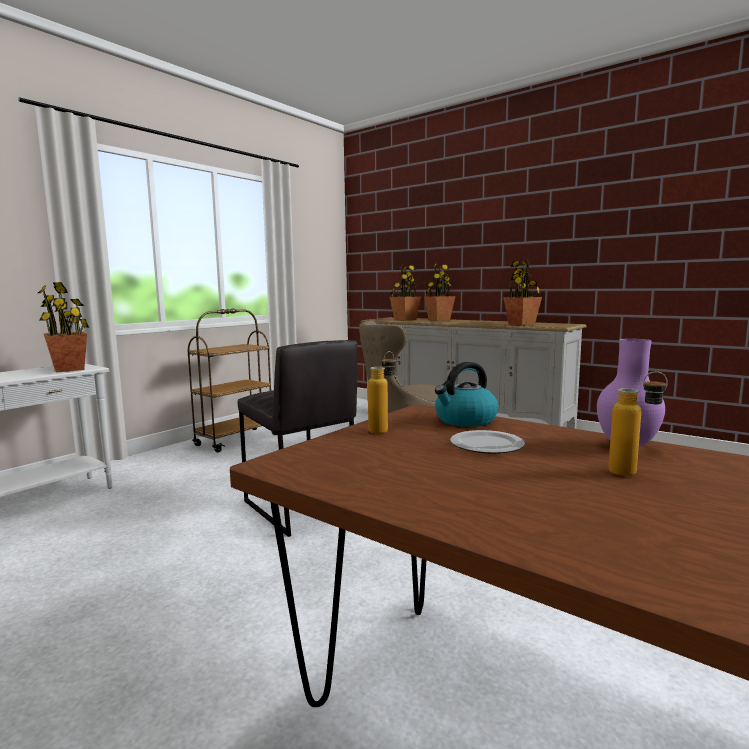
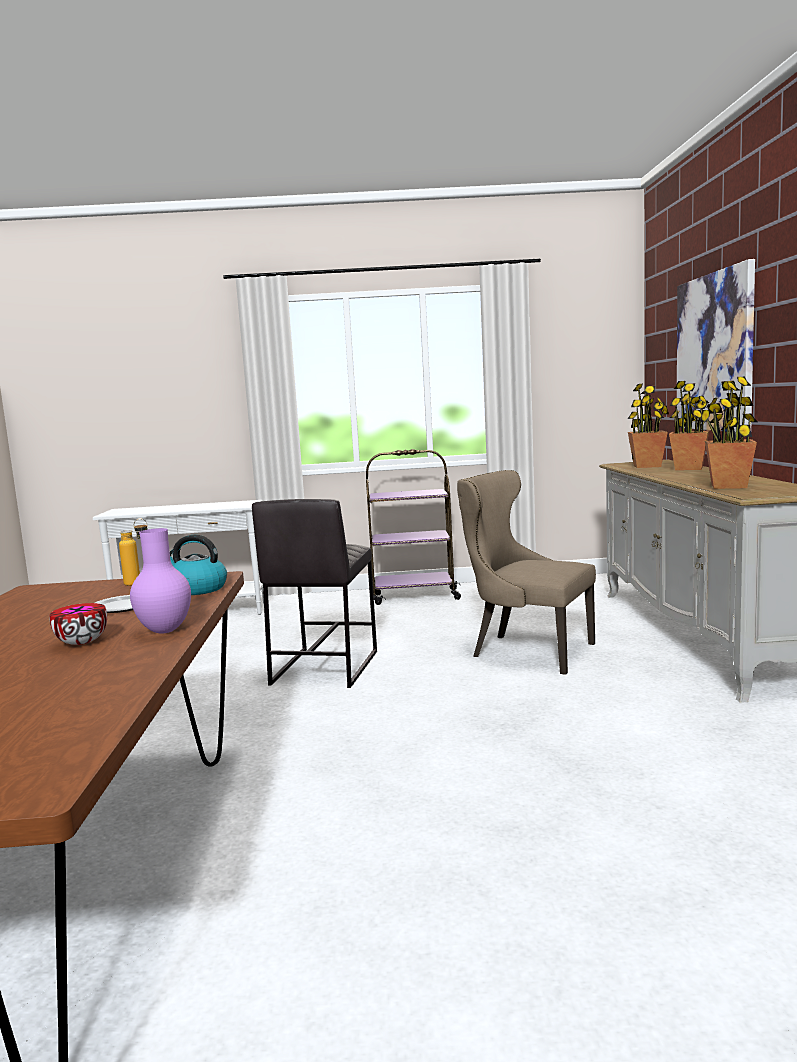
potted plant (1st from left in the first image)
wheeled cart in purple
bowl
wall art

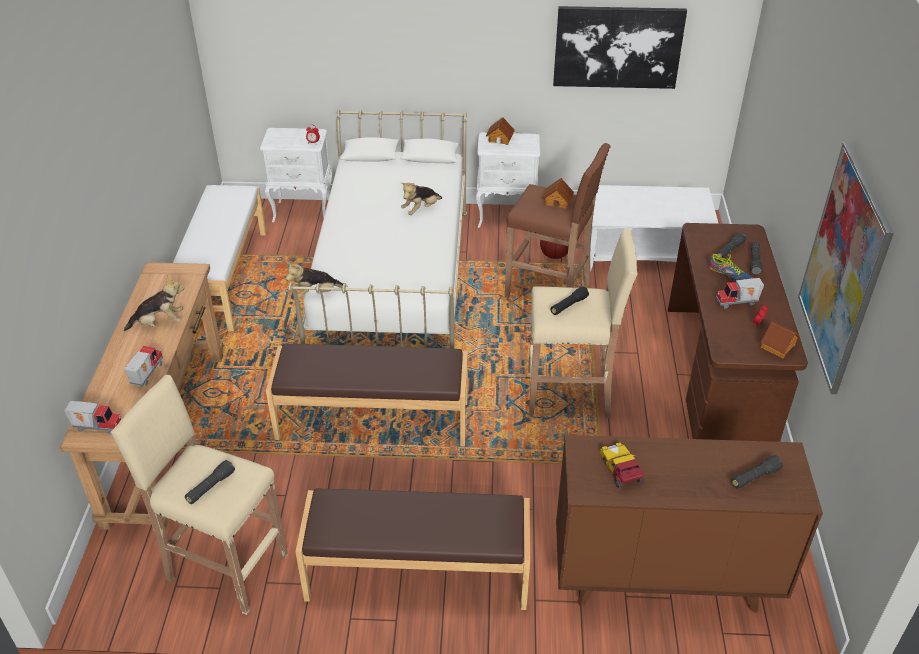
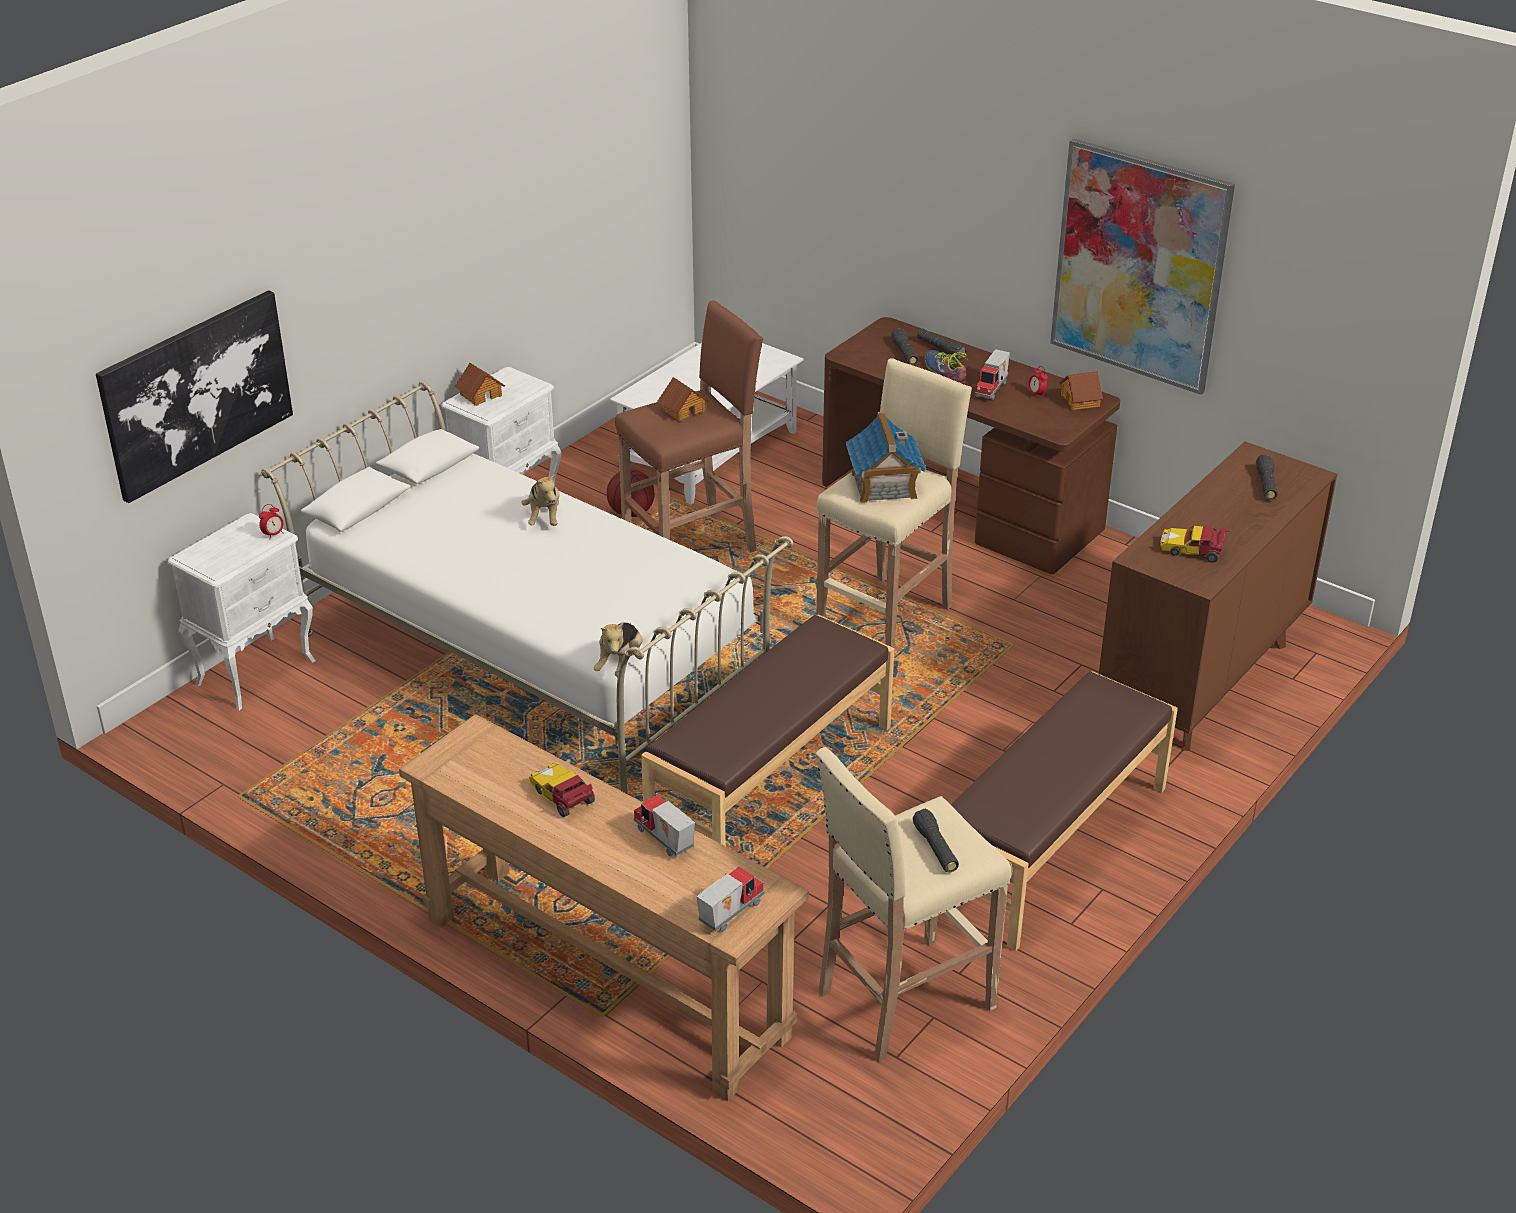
wall art (1st from left)
bench in whitish
item of footwear
model car (1st from left)
model house (3rd from left)

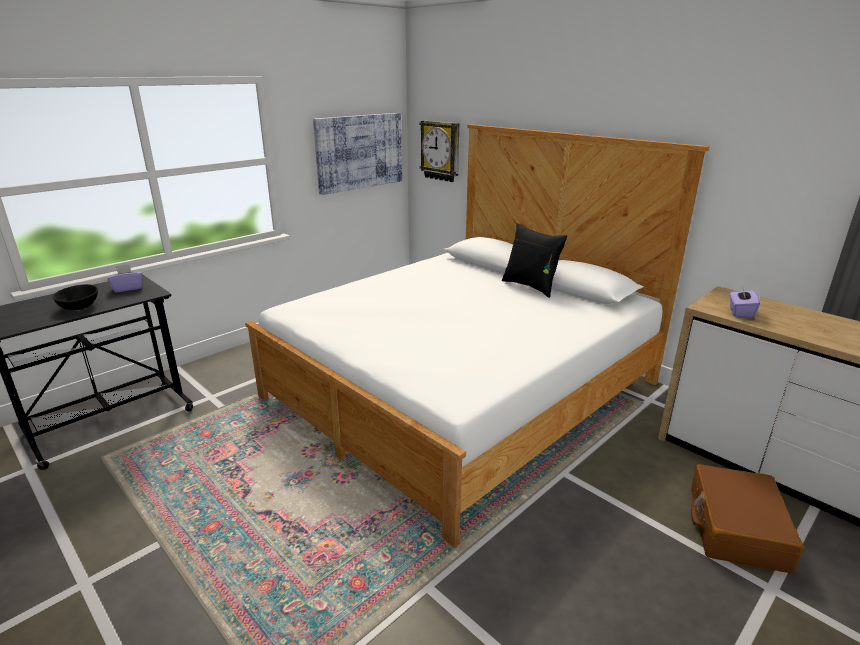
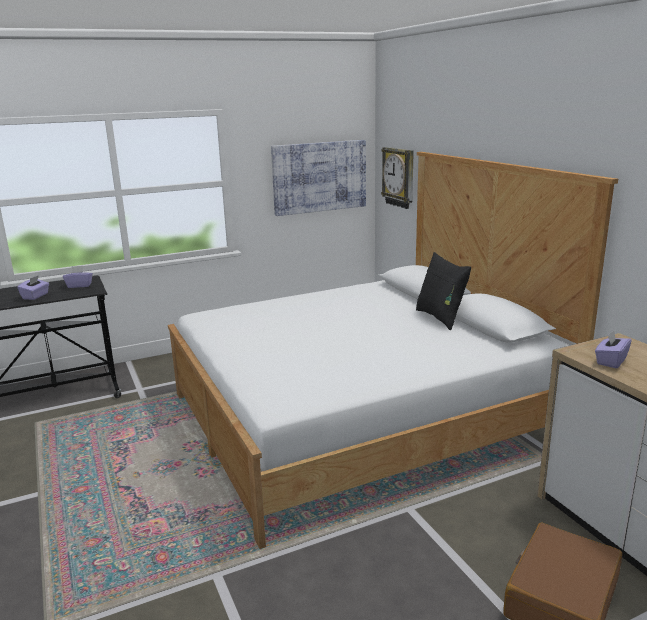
tissue box in purple (1st from left)

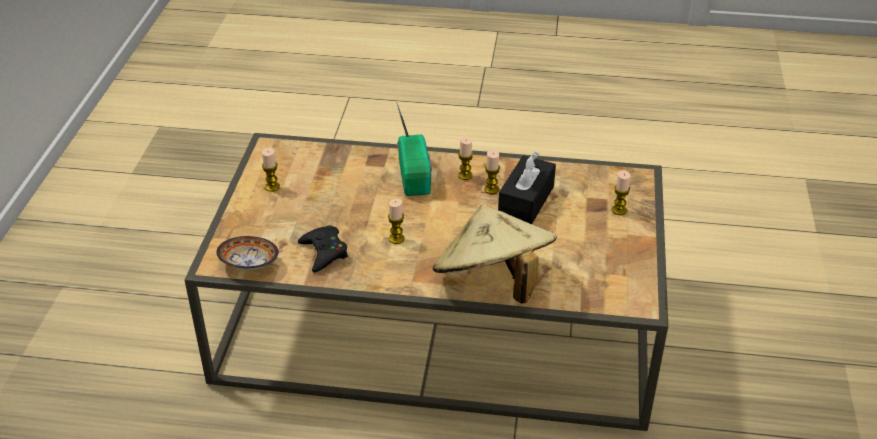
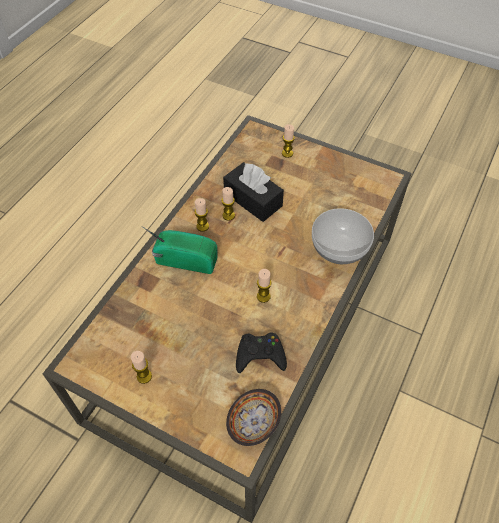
bowl (2nd from left)

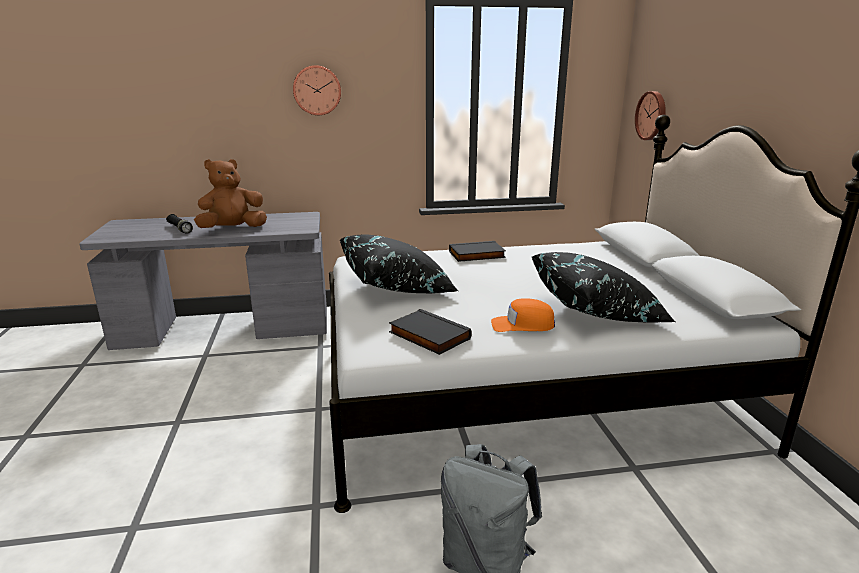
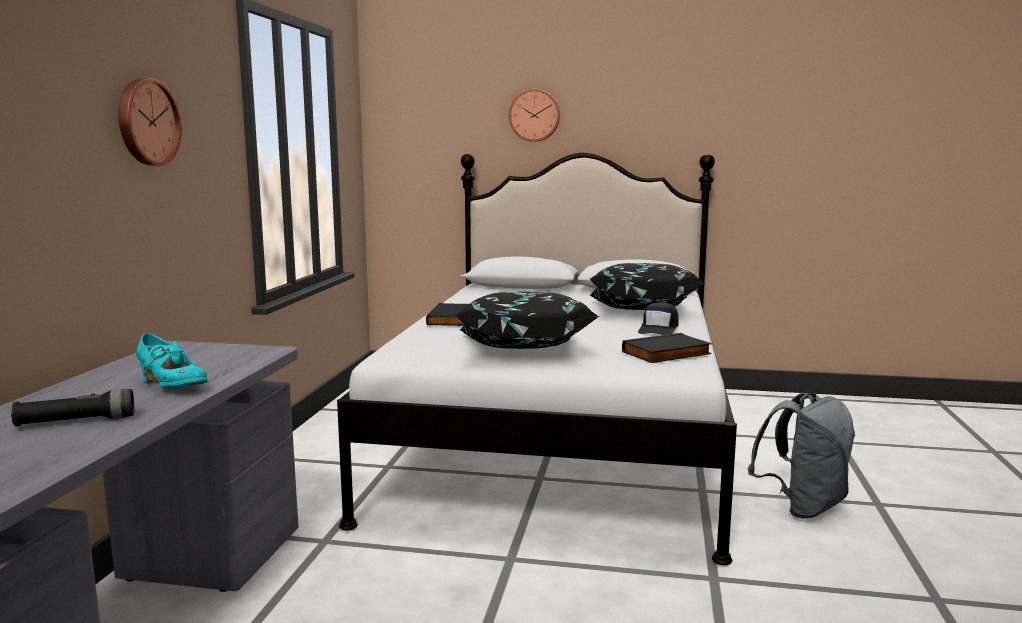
hanging clock (2nd from left)
item of footwear in blue-green
baseball cap in black

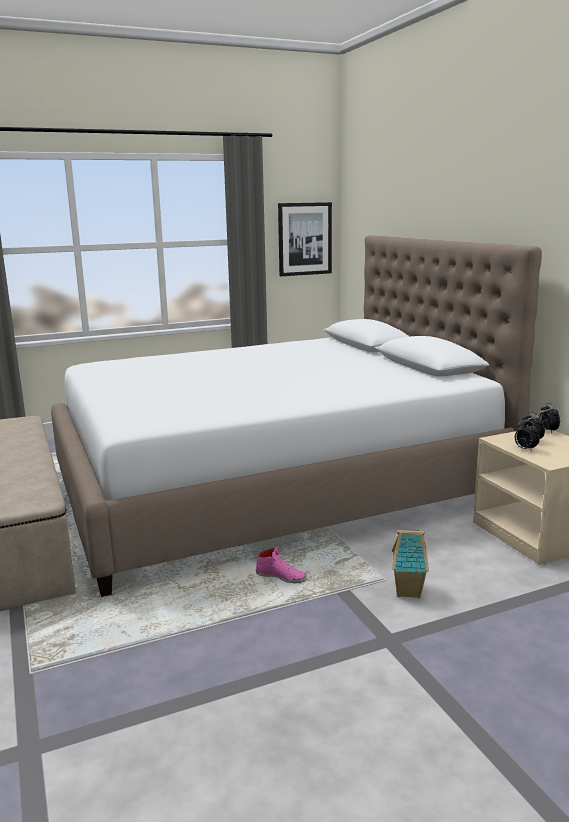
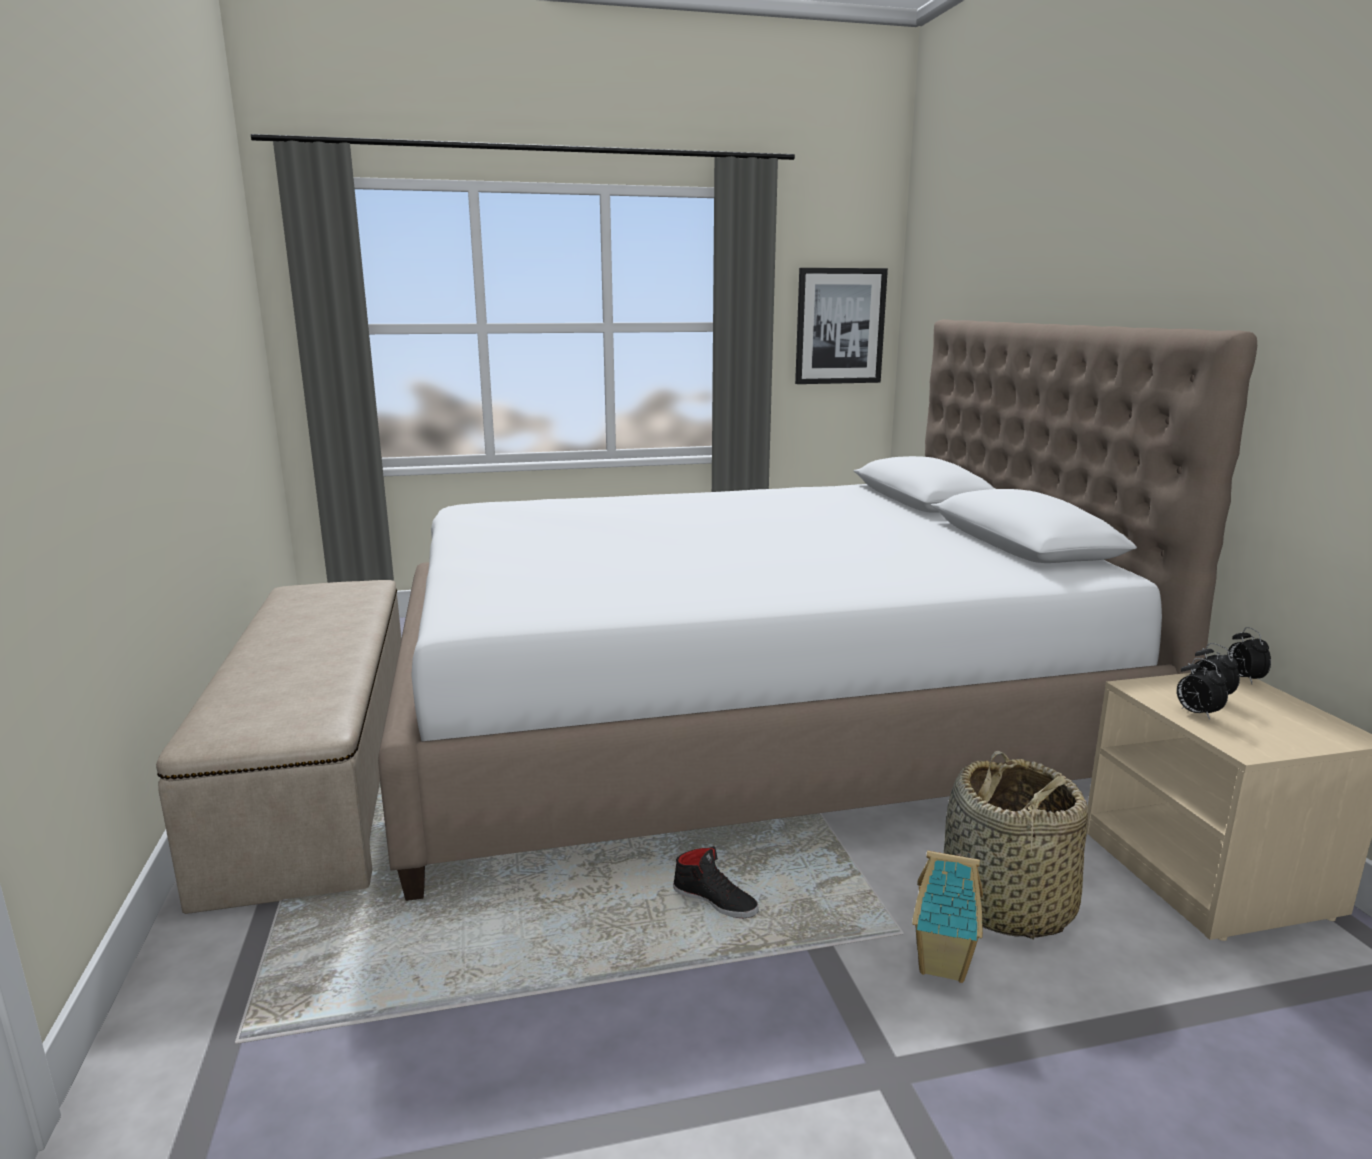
item of footwear in black
storage basket

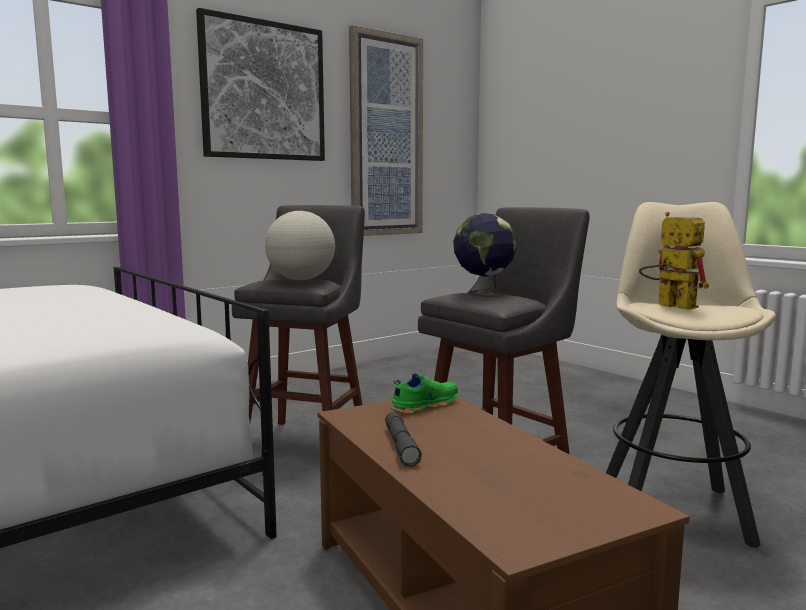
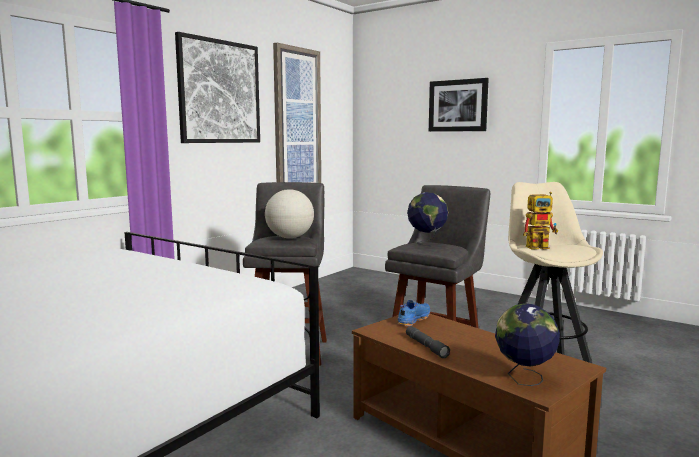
robot figure
item of footwear in bluish
wall art (3rd from left)
globe (3rd from left)

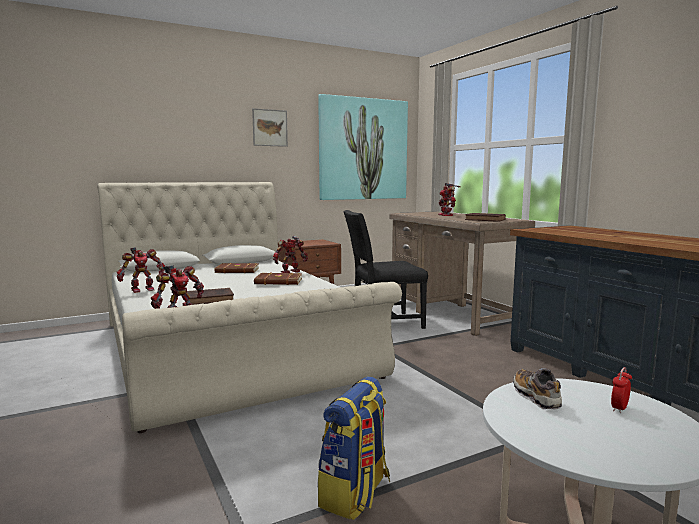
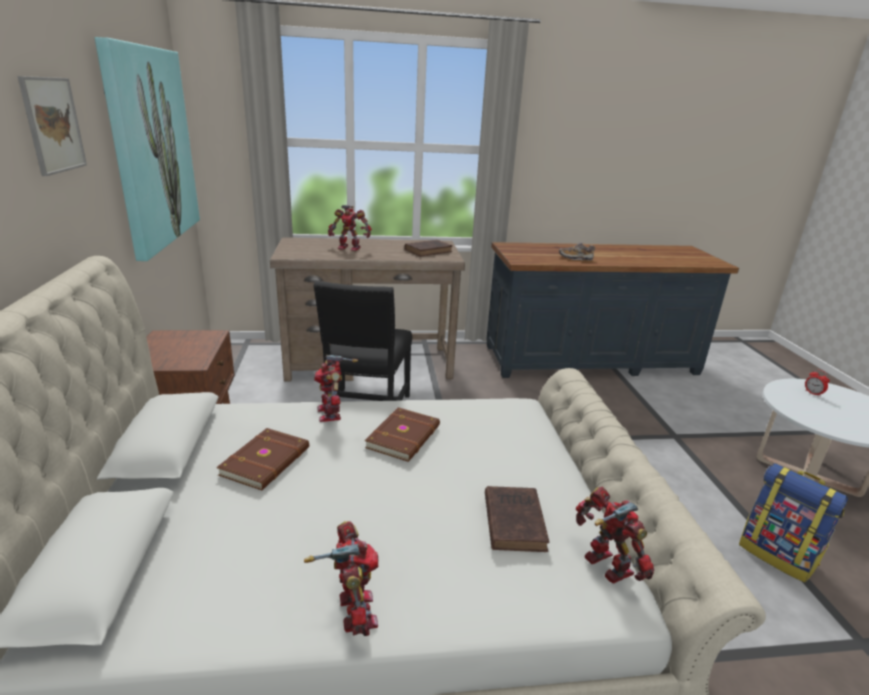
item of footwear

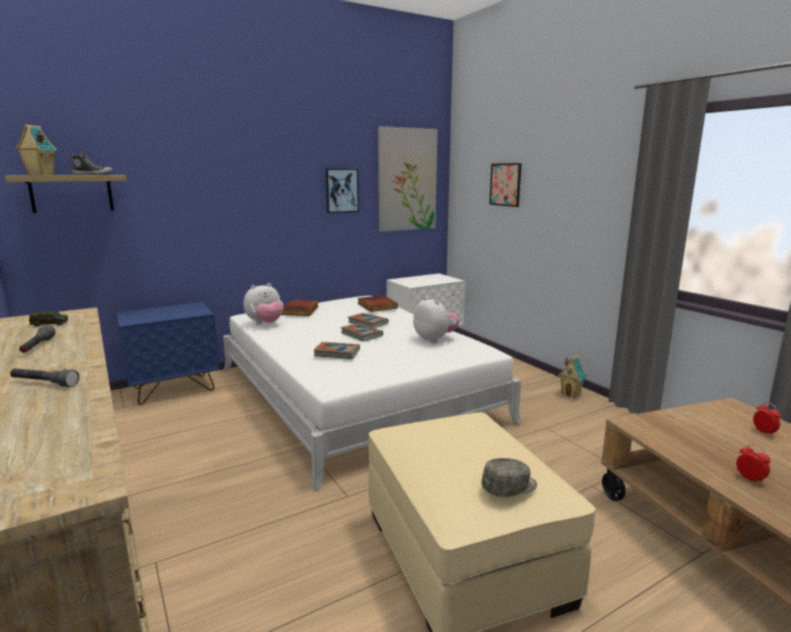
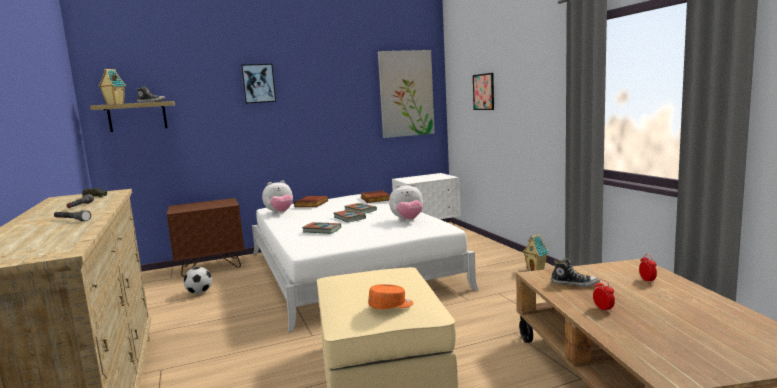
wall art (1st from left)
cuddly toy (2nd from left)
nightstand in brown
baseball cap in orange
item of footwear (2nd from left)
ball for football

